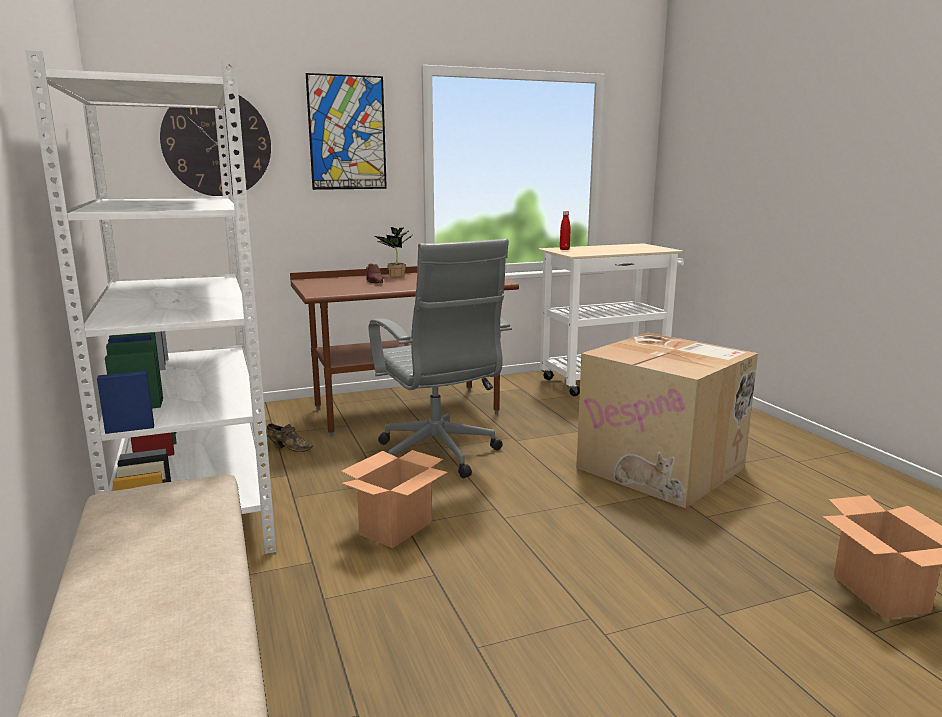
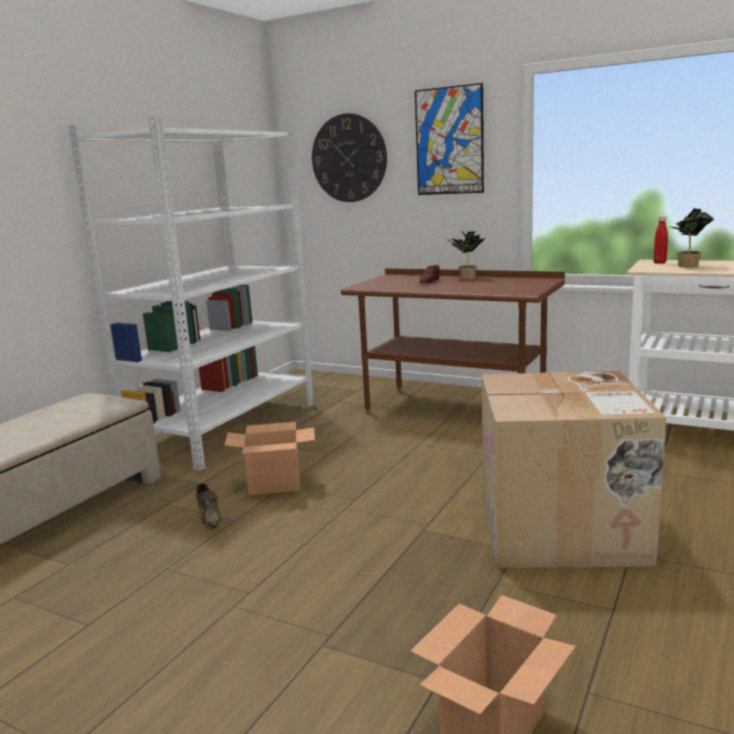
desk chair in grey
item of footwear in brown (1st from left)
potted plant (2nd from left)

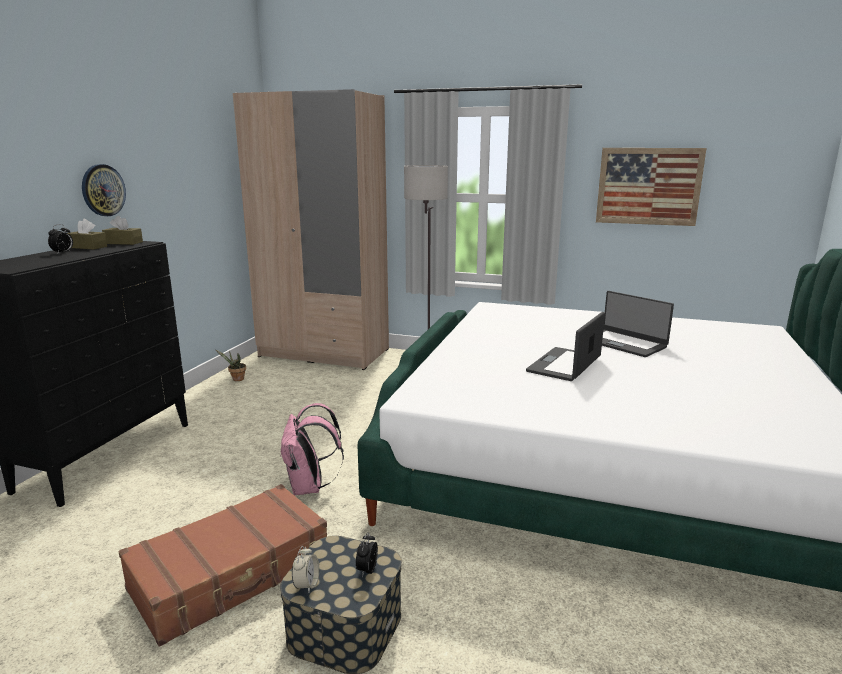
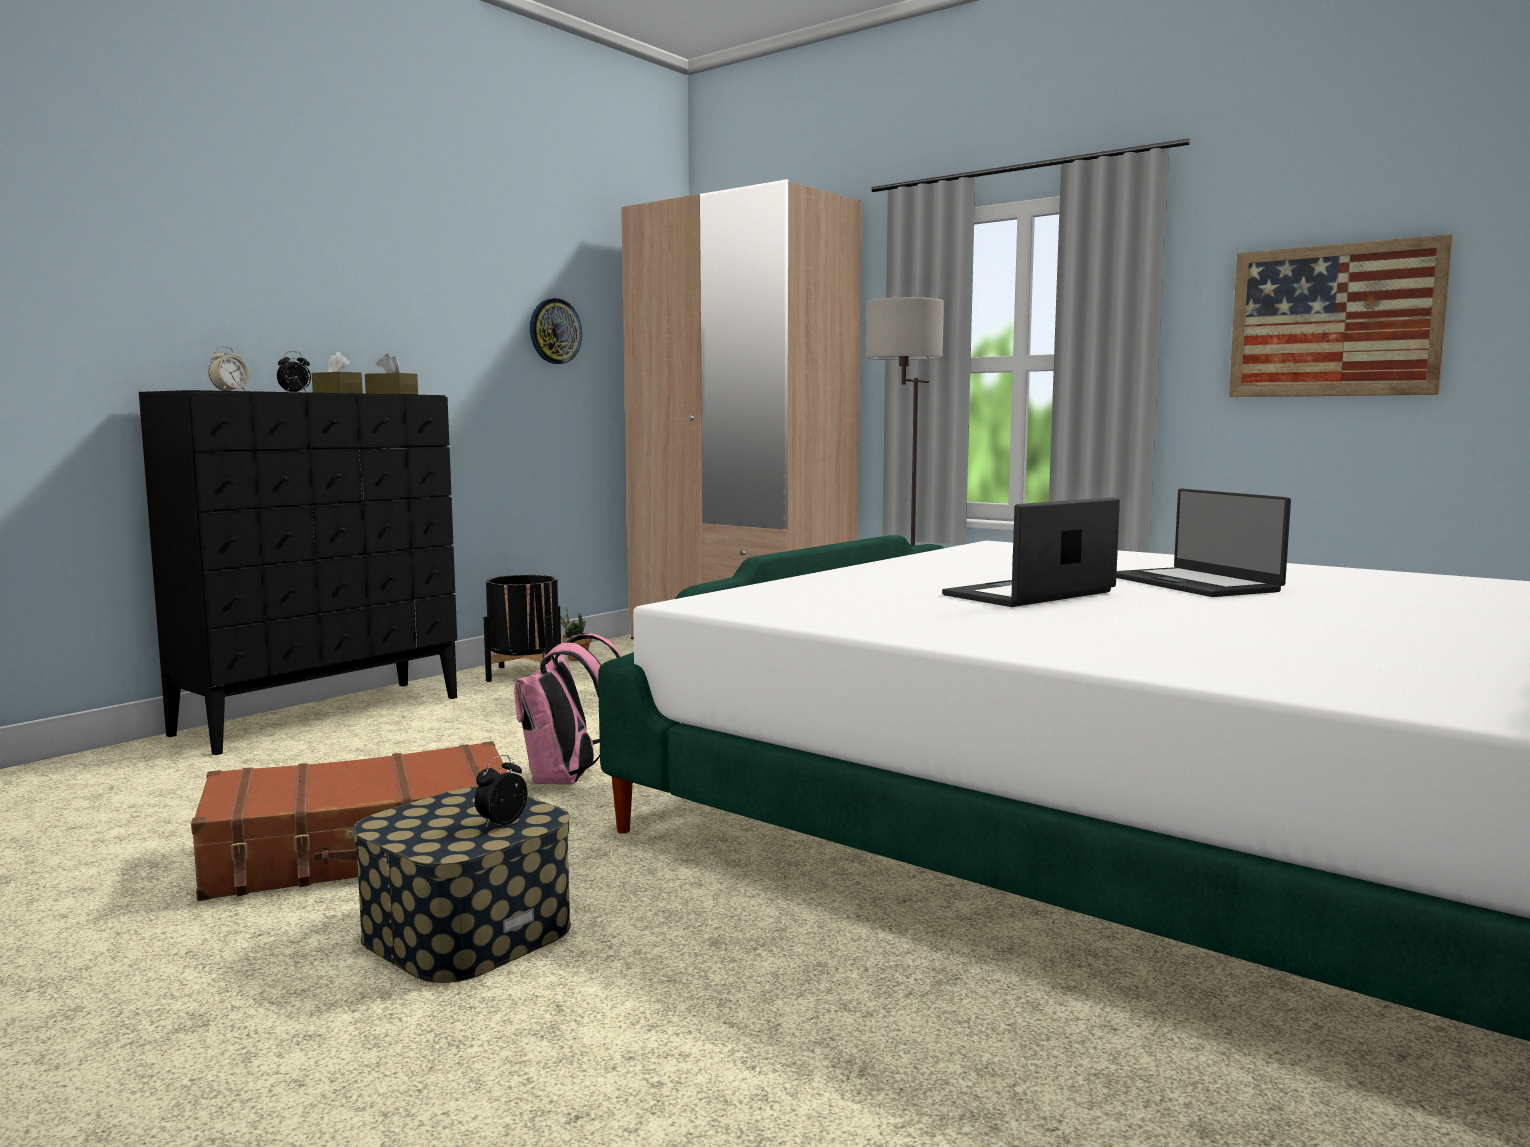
hanging clock
table clock (1st from left)
planter in black

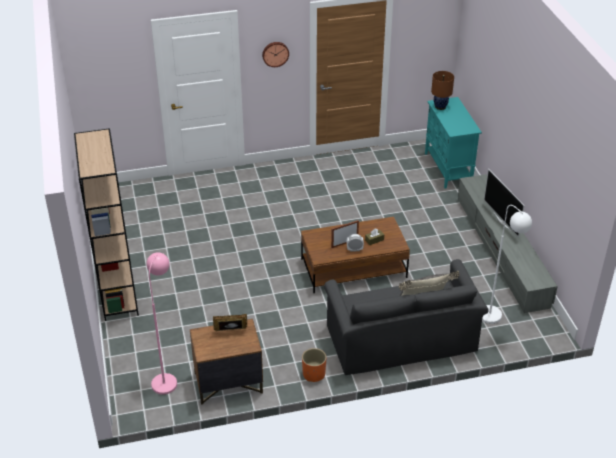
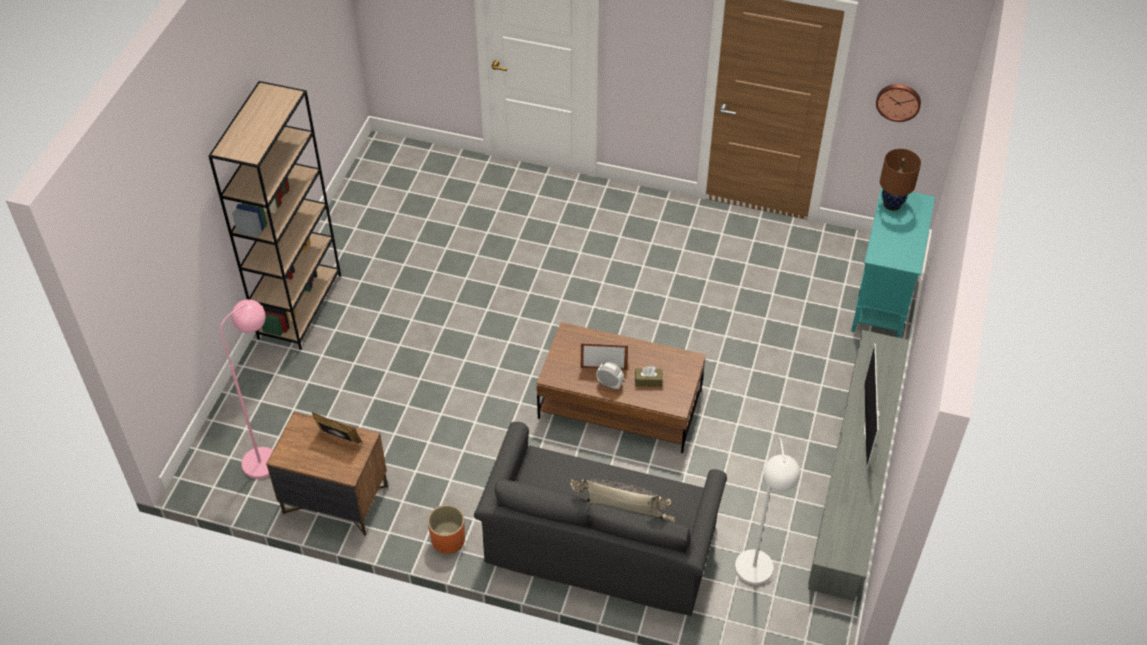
hanging clock

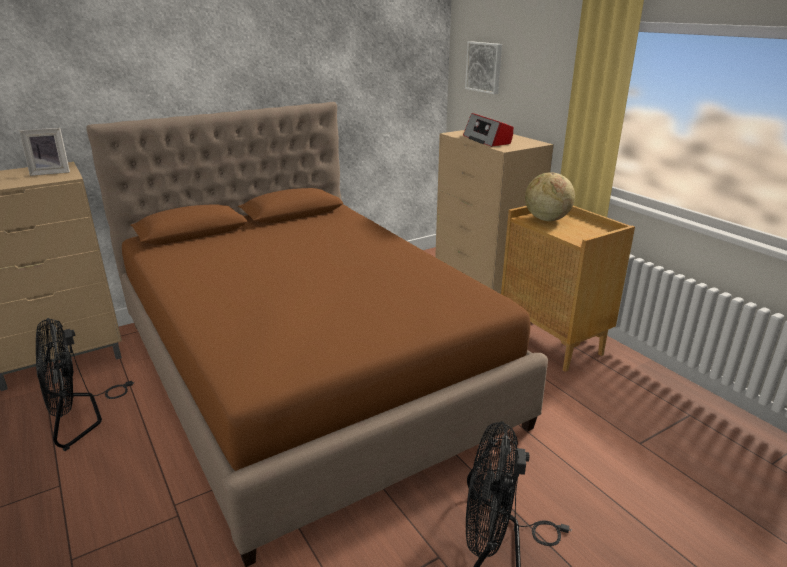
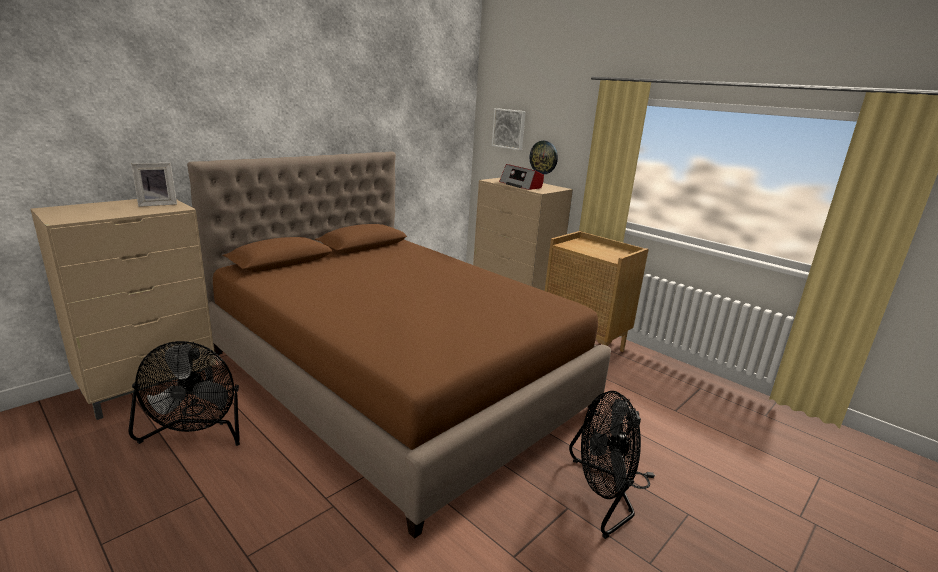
globe
electric fan in black (1st from left)
hanging clock

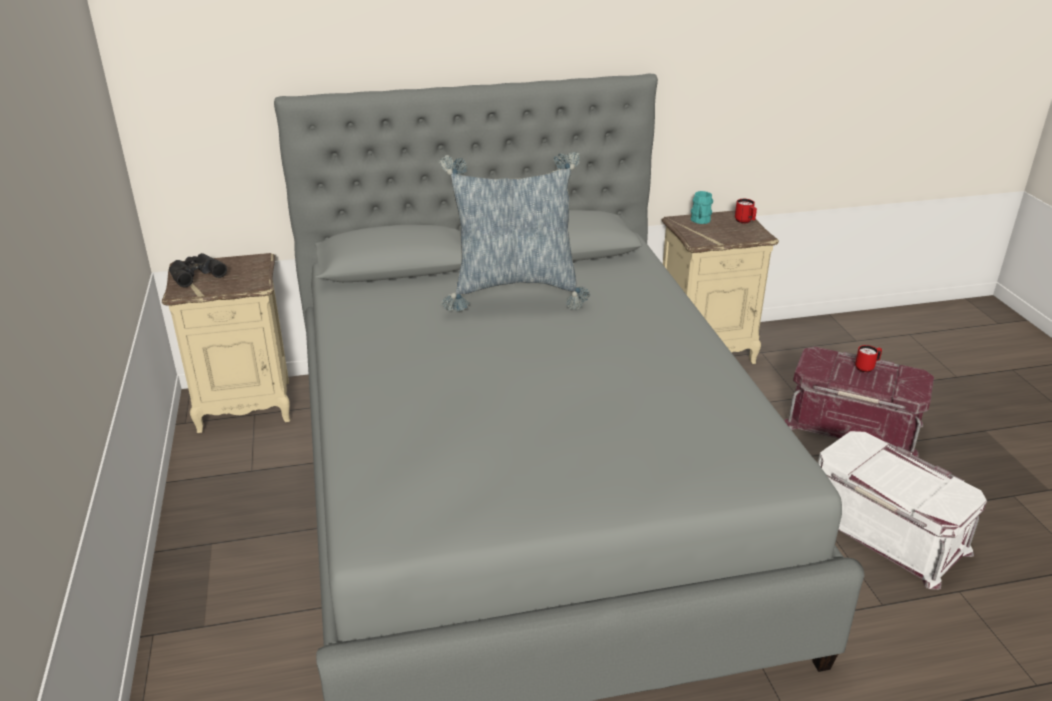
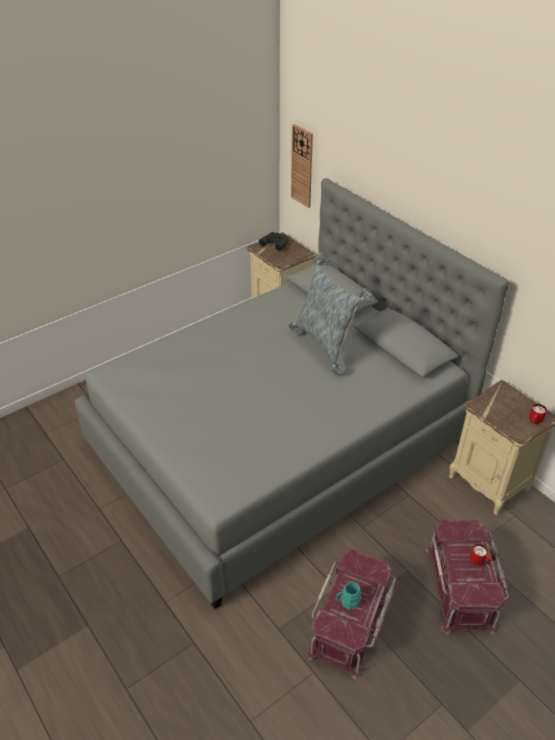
coffee mug in blue-green
storage bin in reddish (1st from left)
hanging clock

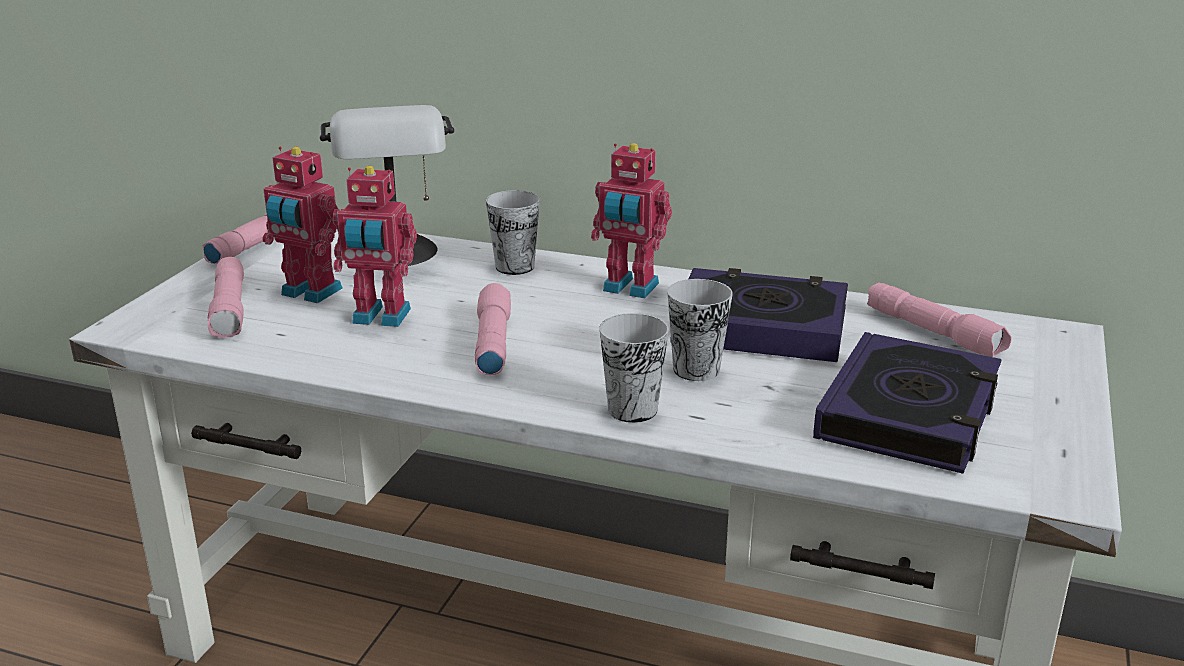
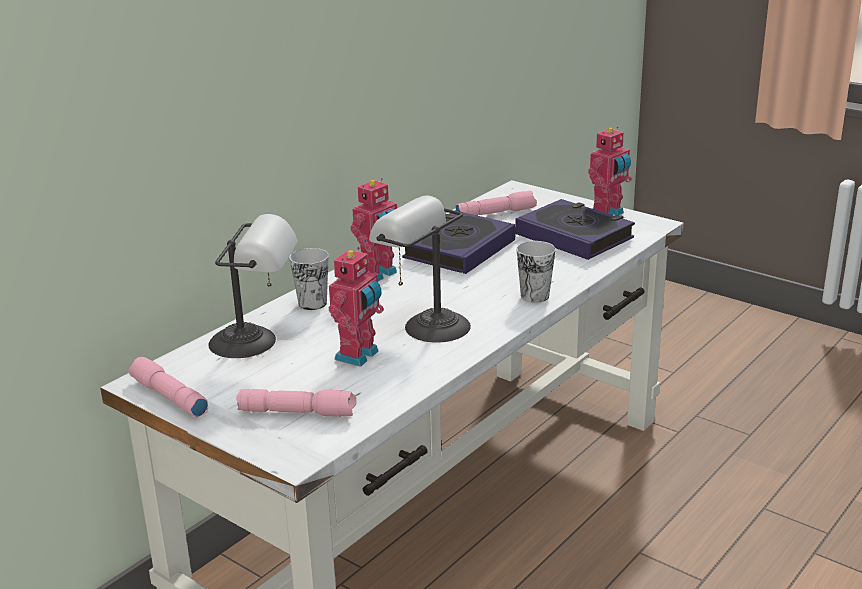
robot figure (3rd from left)
drinking cup (3rd from left in the first image)
table lamp (2nd from left)

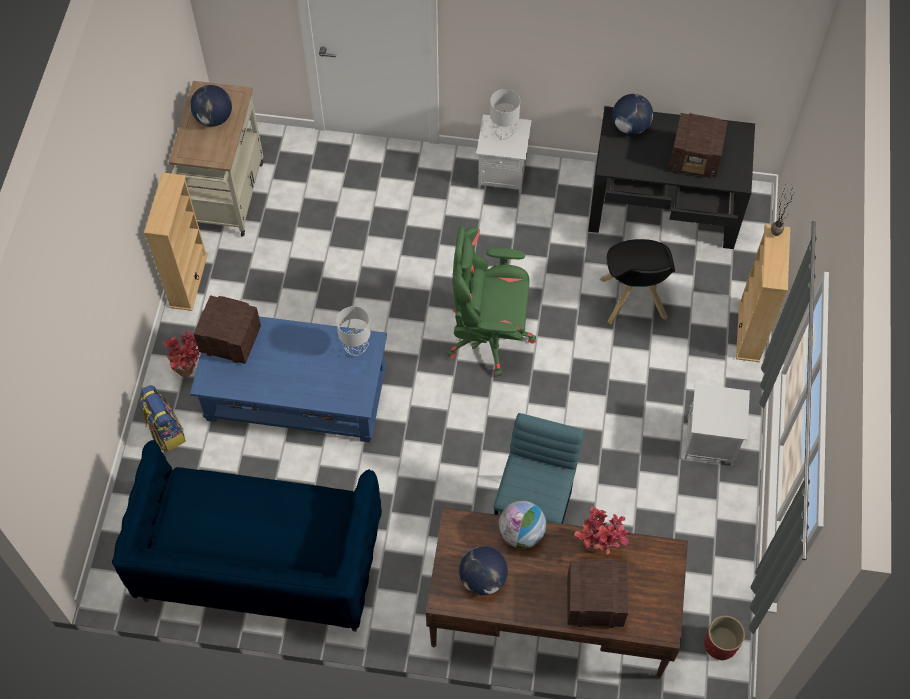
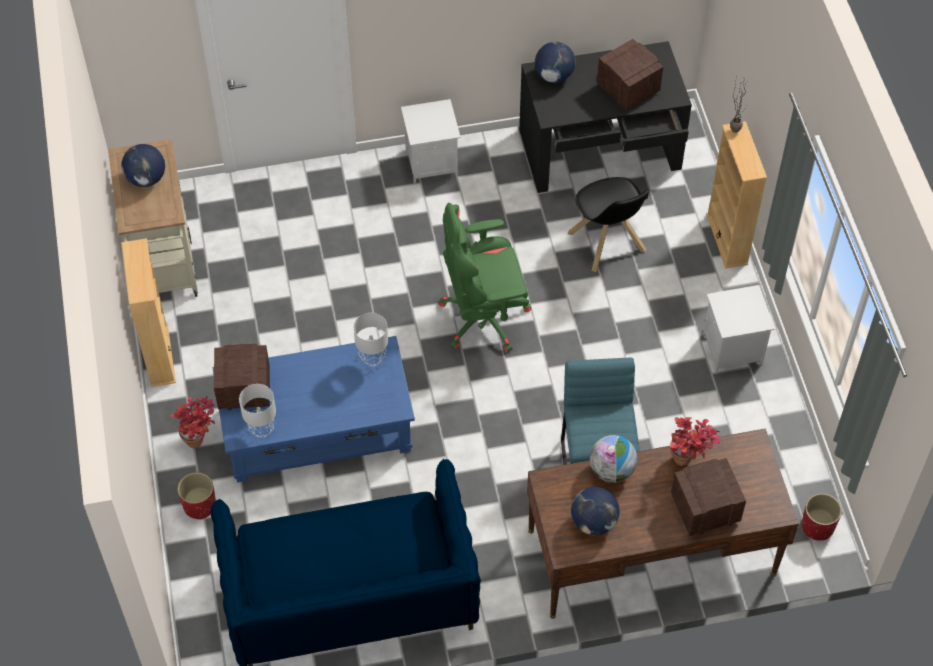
table lamp in grey (1st from left)
radio set (2nd from left)
planter in reddish (1st from left)

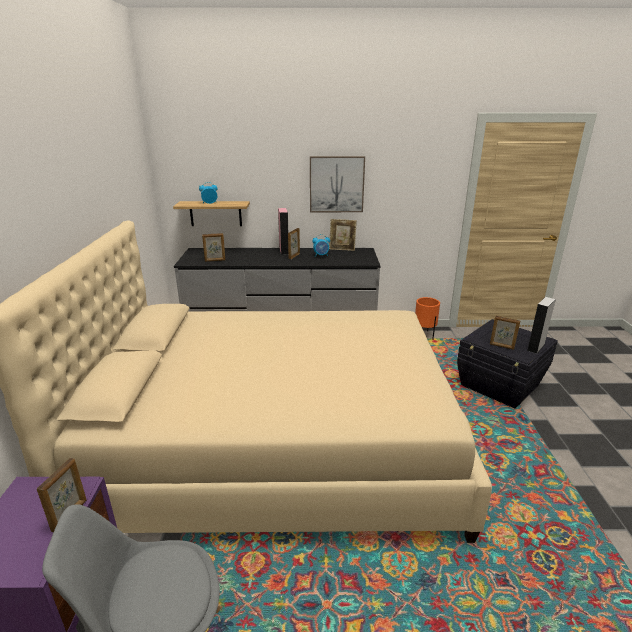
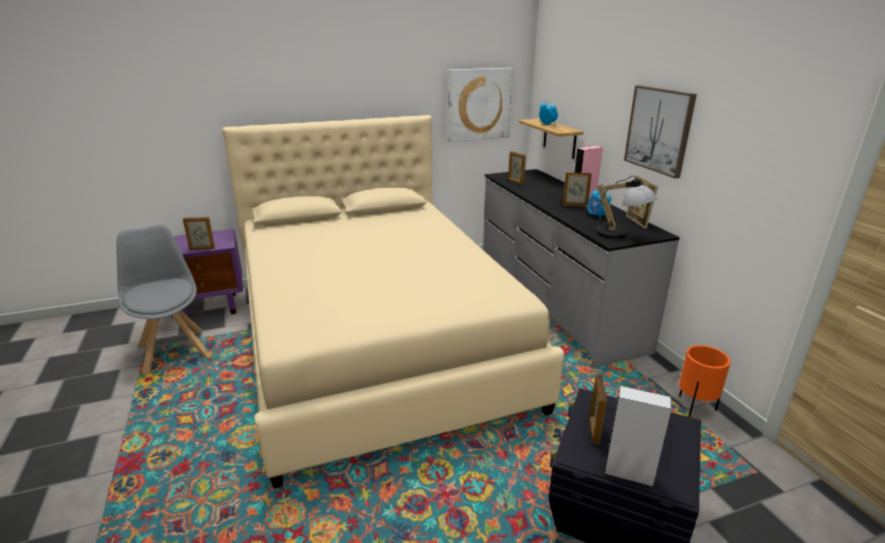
wall art (1st from left)
table lamp

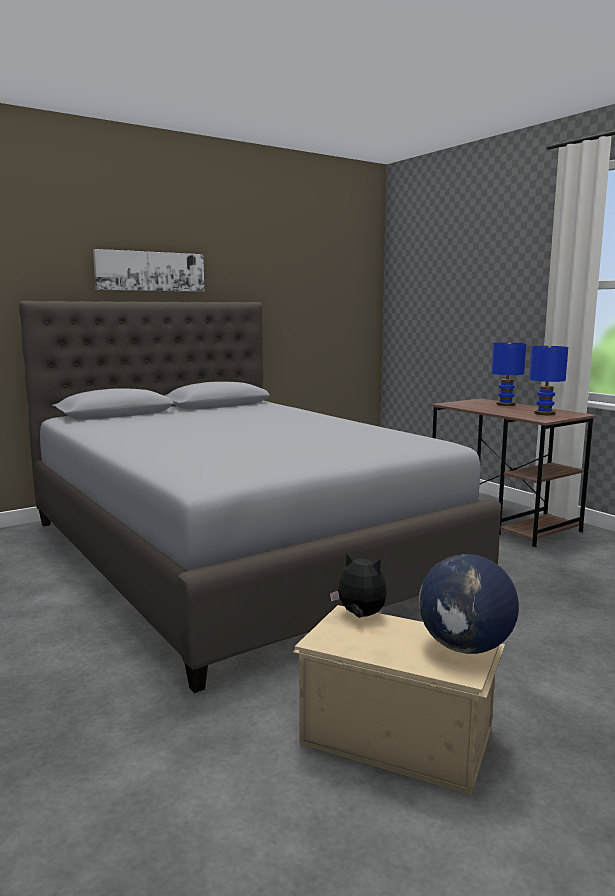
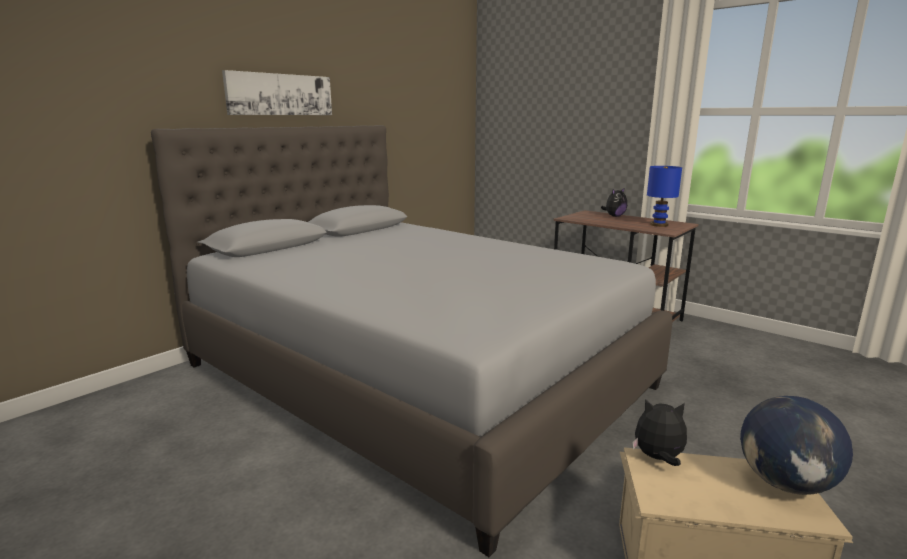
cuddly toy (1st from left)

